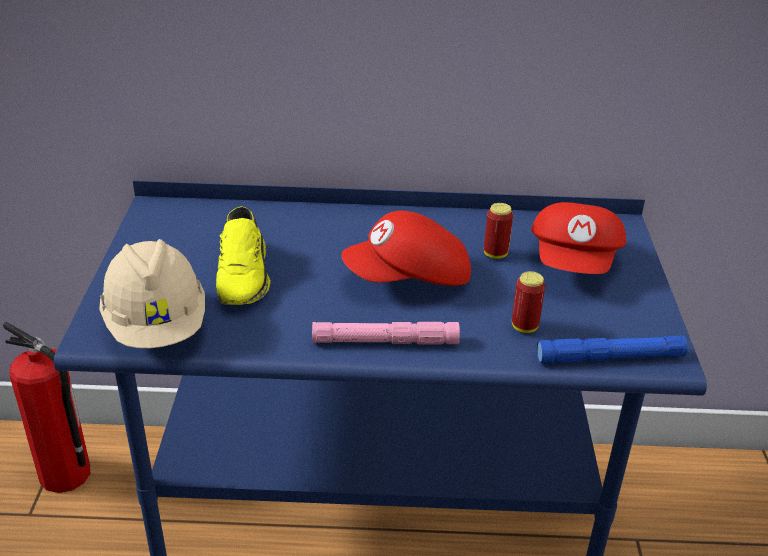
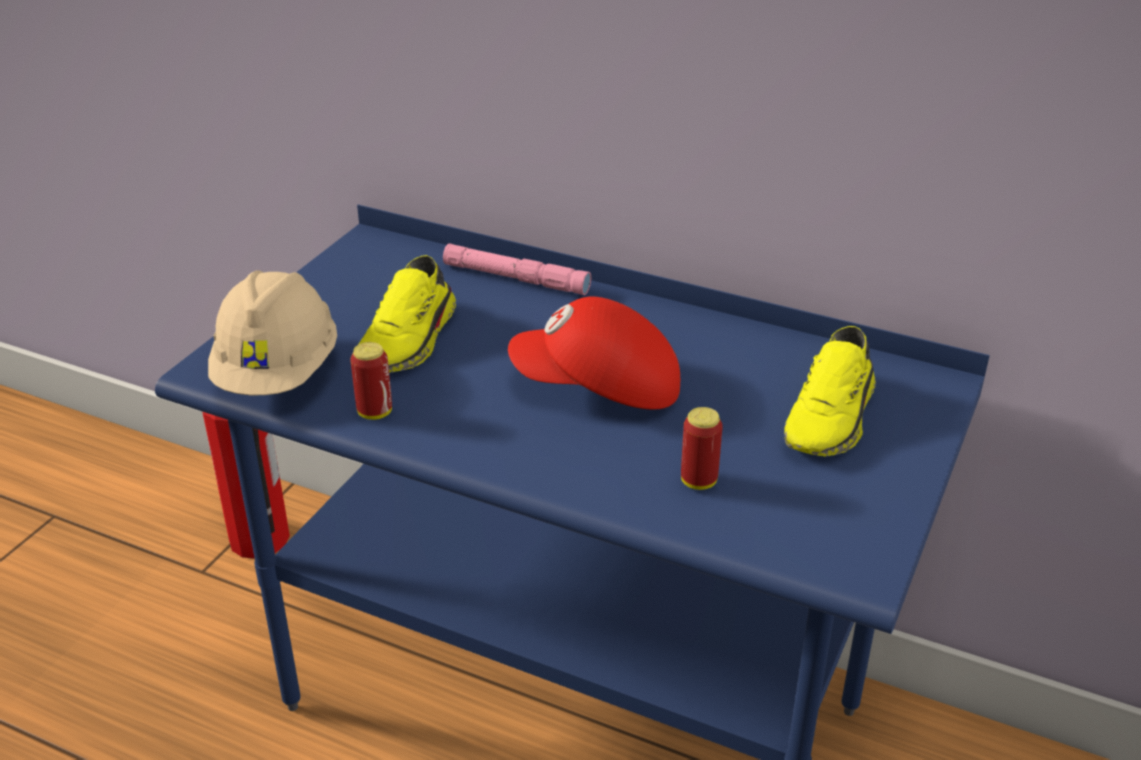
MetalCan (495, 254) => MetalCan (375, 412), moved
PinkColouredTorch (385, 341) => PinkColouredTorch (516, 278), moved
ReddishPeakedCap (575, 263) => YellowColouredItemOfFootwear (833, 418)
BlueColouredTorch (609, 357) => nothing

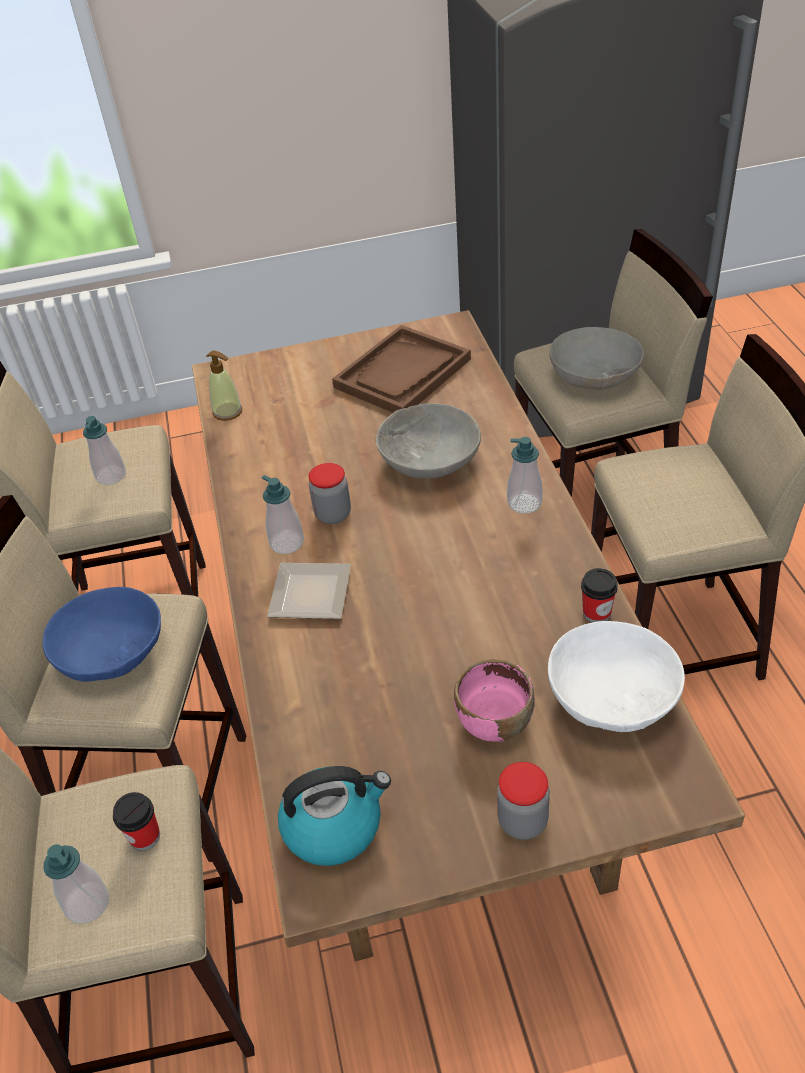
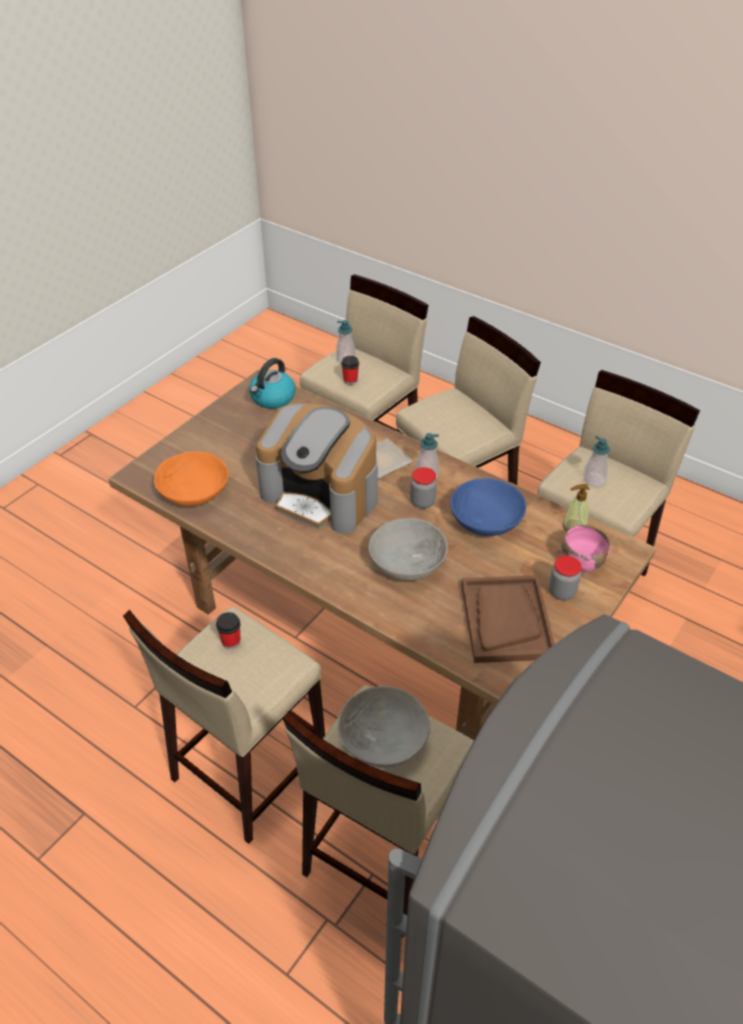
WhitishBowl (613, 696) => OrangeBowl (193, 492)
SmallCup (596, 613) => SmallCup (231, 641), moved
nothing => CoffeeMaker (322, 495)
BlueColouredBowl (112, 652) => BlueColouredBowl (486, 521), moved
StorageJar (522, 821) => StorageJar (561, 592), moved
PinkColouredBowl (494, 721) => PinkColouredBowl (582, 561), moved
SoapDispenser (524, 503) => nothing

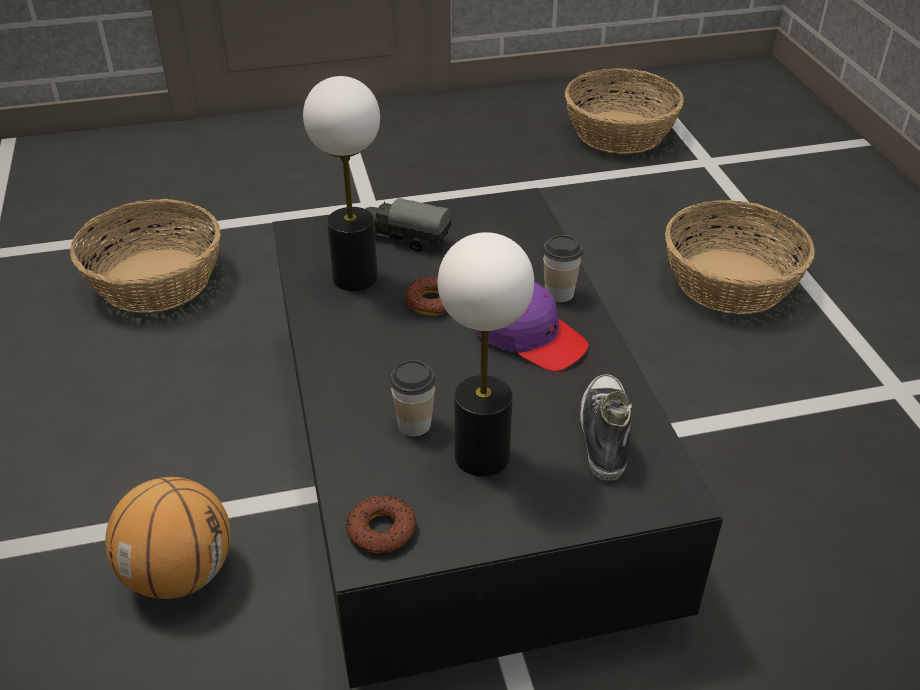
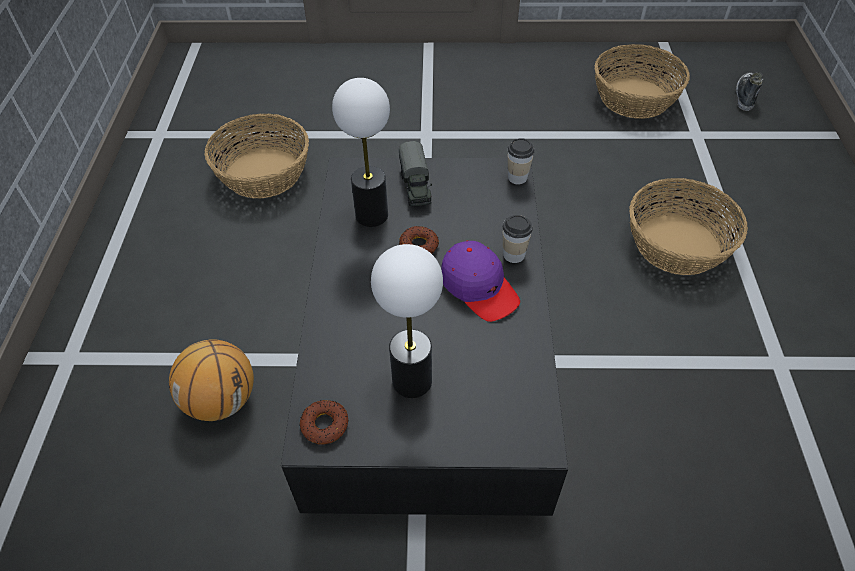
ToyLorry (402, 238) => ToyLorry (416, 187), 135 degrees counterclockwise
SmallCup (414, 424) => SmallCup (517, 177), moved
ItemOfFootwear (604, 434) => ItemOfFootwear (745, 96), moved

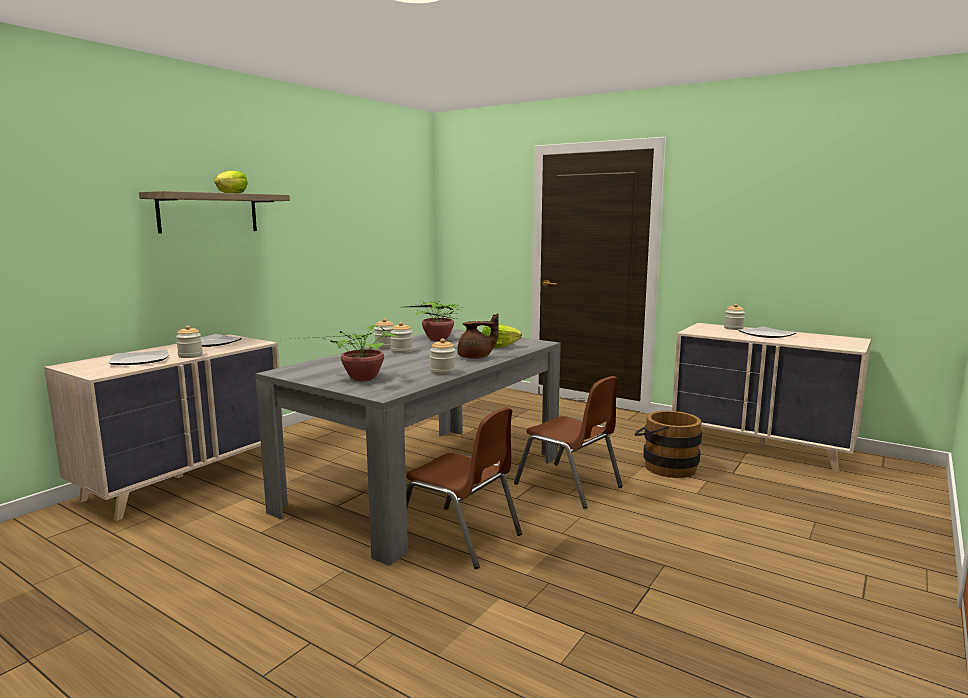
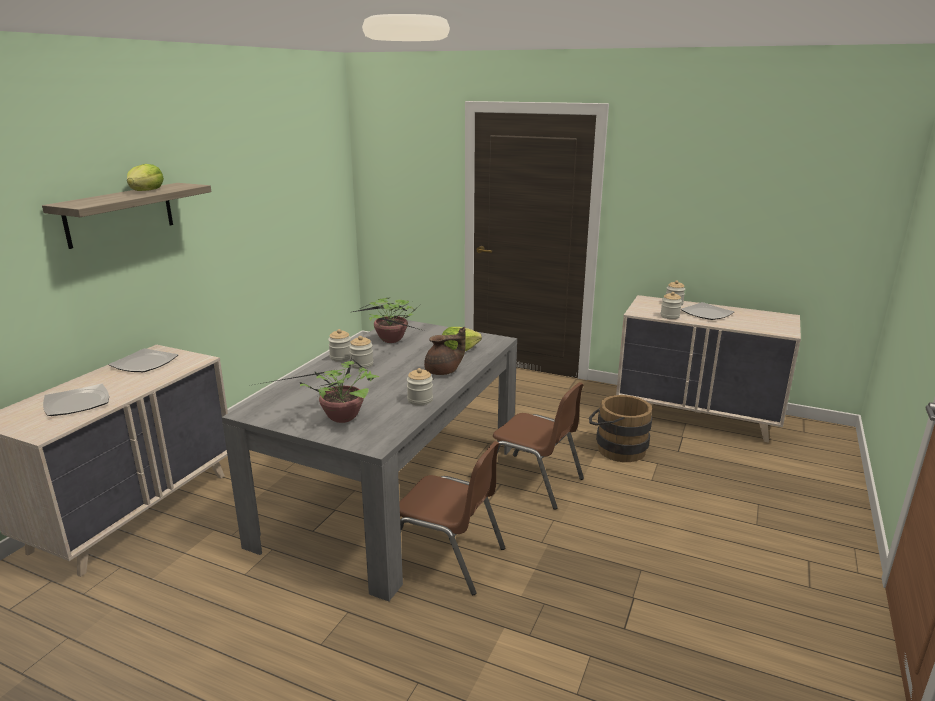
StorageJar (190, 356) => StorageJar (669, 316), moved

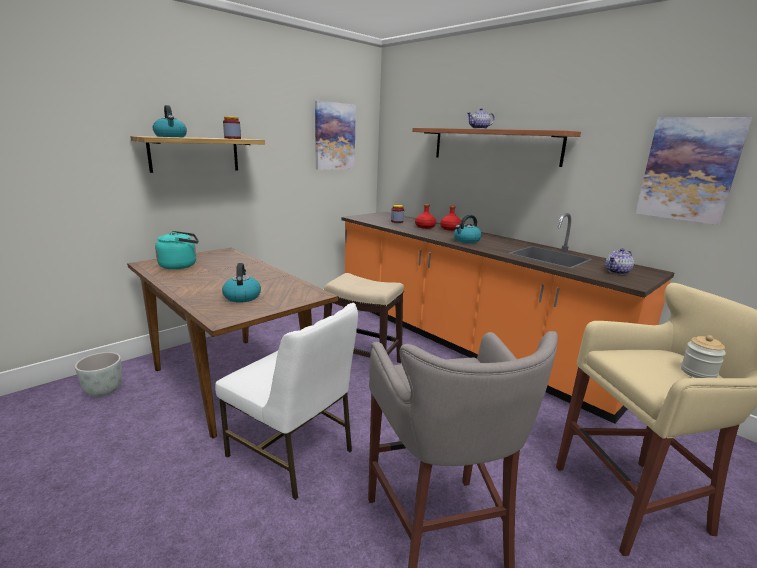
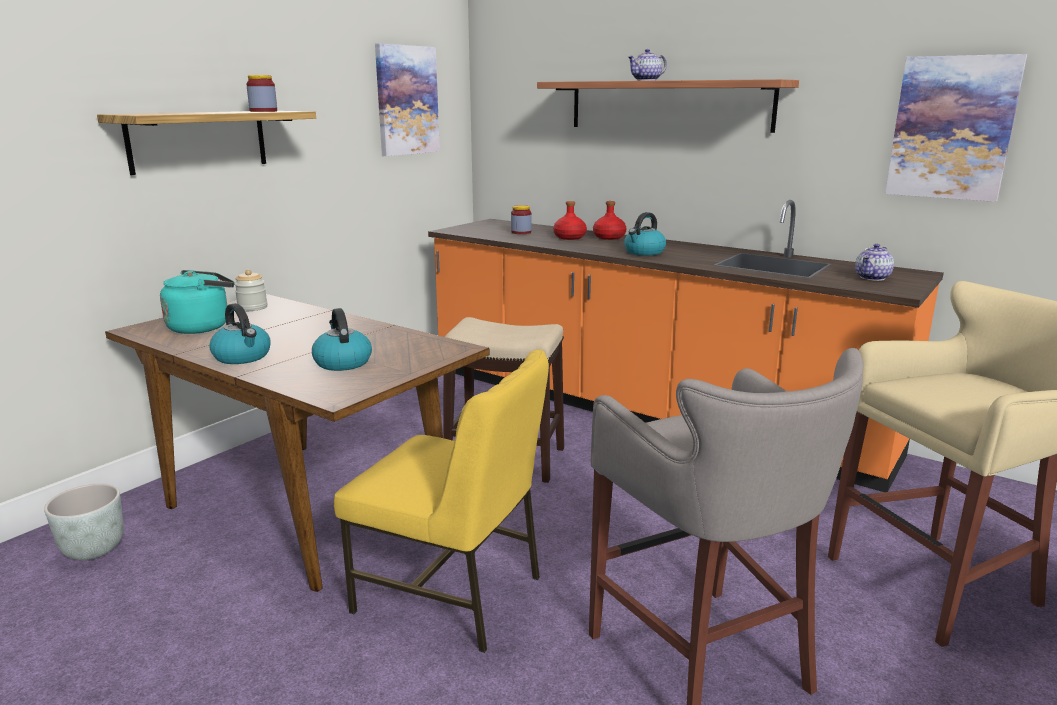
TeaKettle (171, 136) => TeaKettle (243, 357), moved
StorageJar (698, 373) => StorageJar (252, 308), moved
WhitishChair (292, 453) => YellowColouredChair (452, 593)

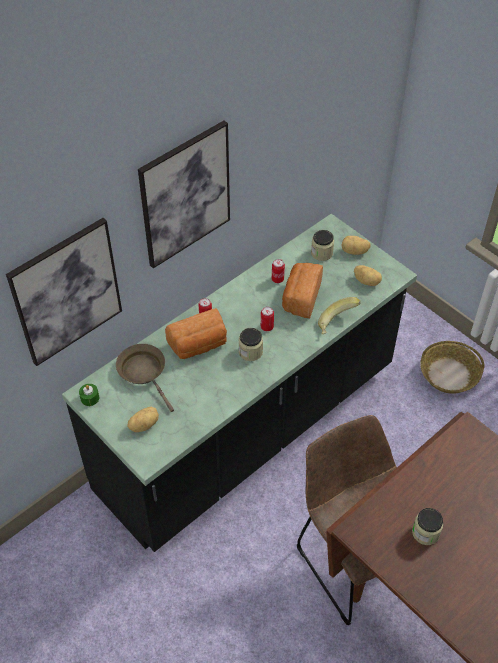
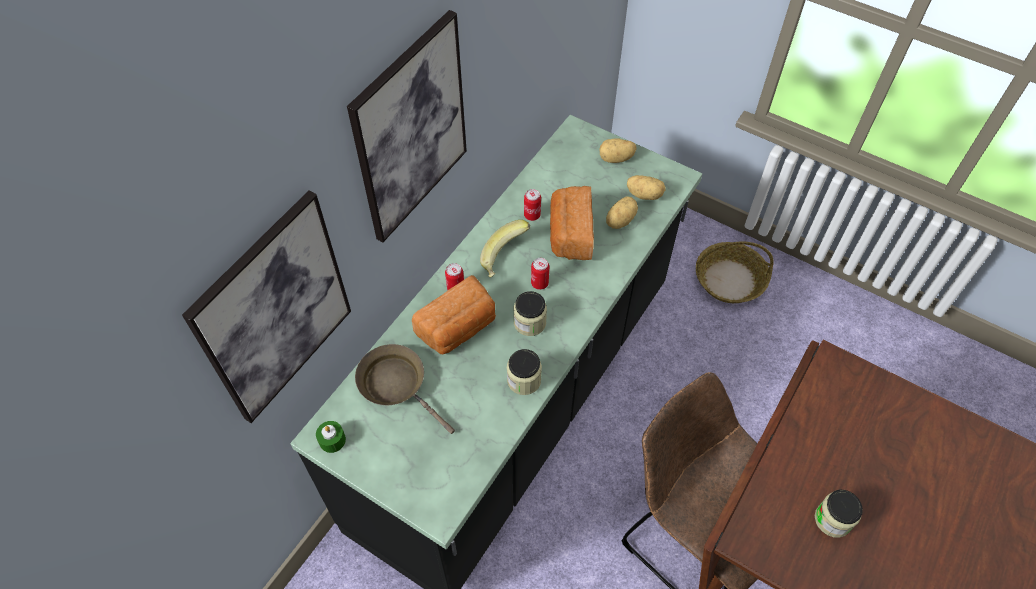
Banana (337, 324) => Banana (505, 259), moved
StorageJar (321, 253) => StorageJar (524, 380), moved
WholePotato (143, 424) => WholePotato (619, 220), moved

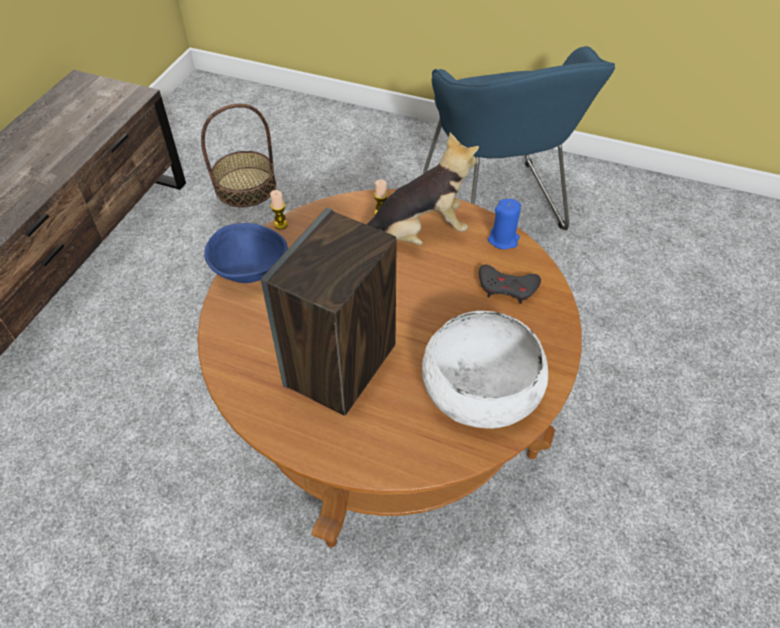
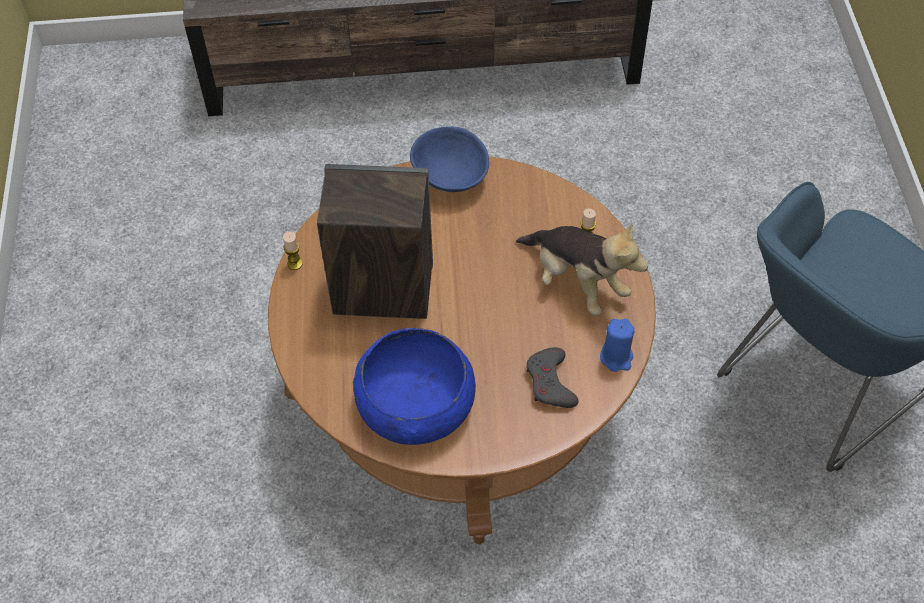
WaxLight (281, 224) => WaxLight (295, 264), moved
WhitishBowl (481, 387) => BlueColouredBowl (415, 402)
StorageBasket (245, 186) => nothing

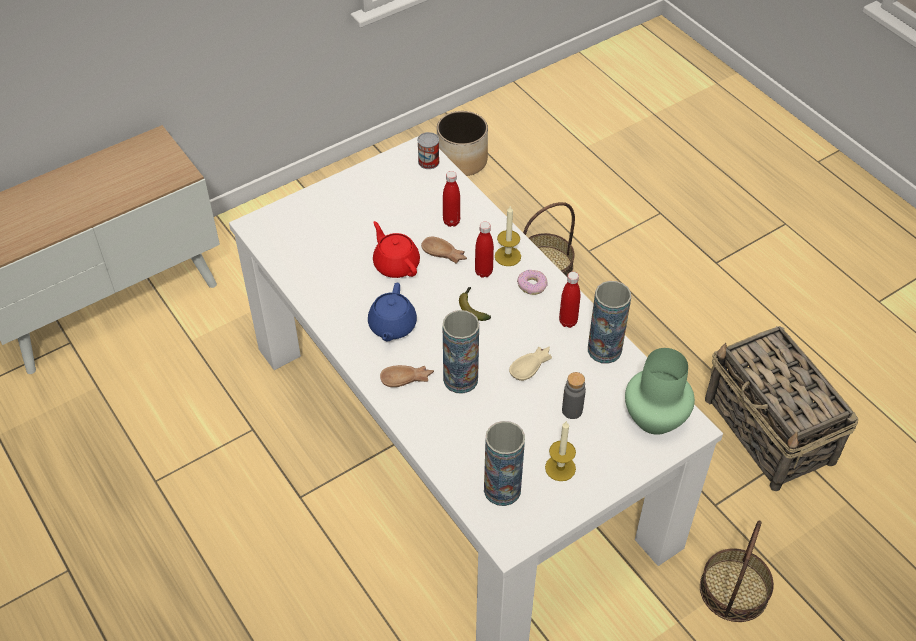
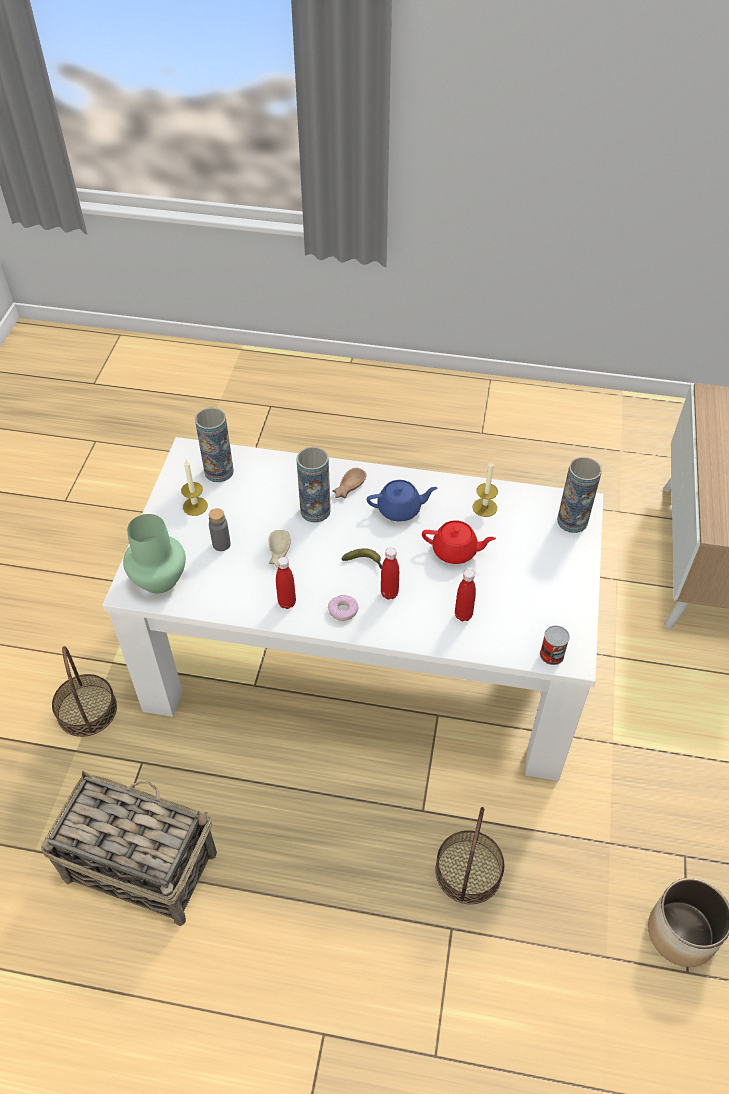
BlueColouredPotForTea (392, 326) => BlueColouredPotForTea (400, 509), 120 degrees clockwise
WaxLight (507, 256) => WaxLight (484, 507), moved
Vase (604, 350) => Vase (572, 521), moved
BrownBowl (444, 255) => nothing

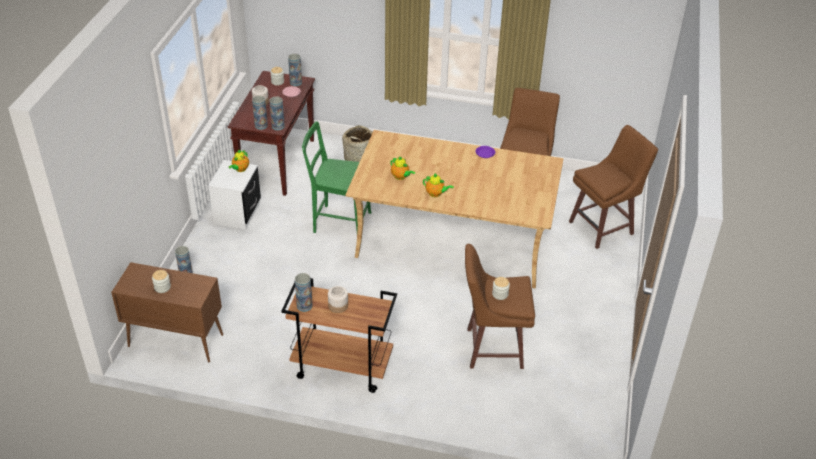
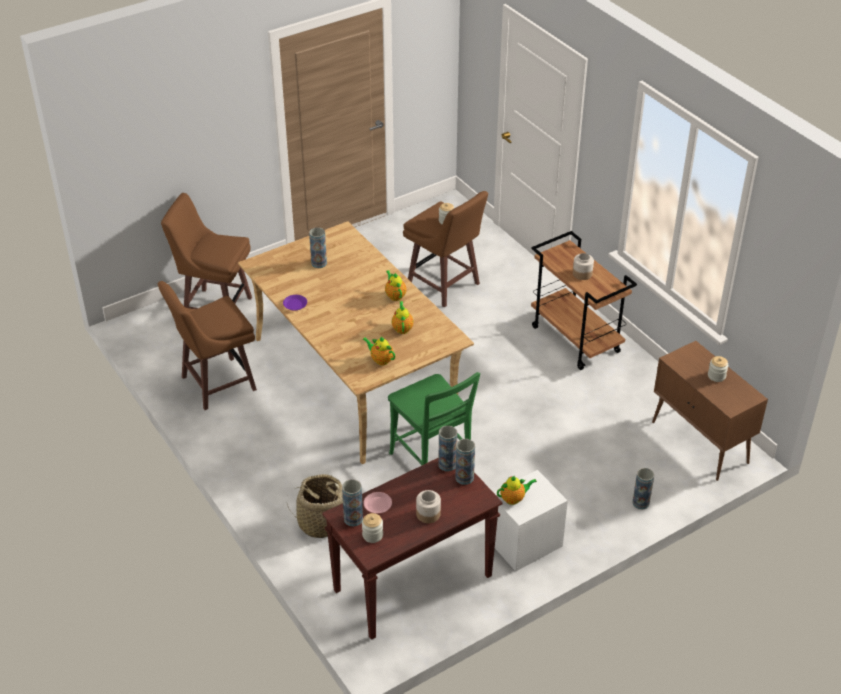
Vase (304, 306) => Vase (319, 263), moved
nothing => PotForTea (380, 360)

